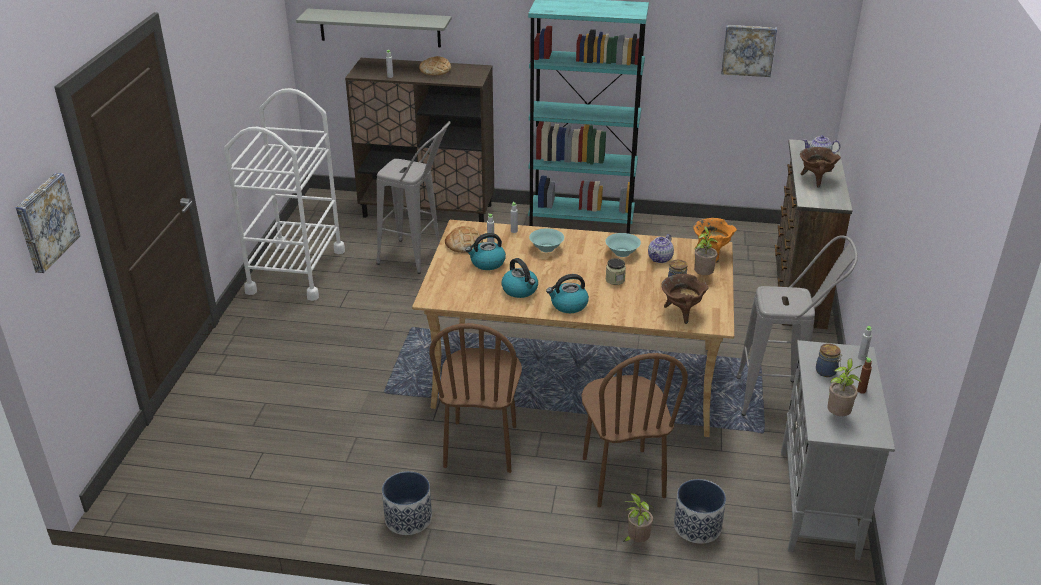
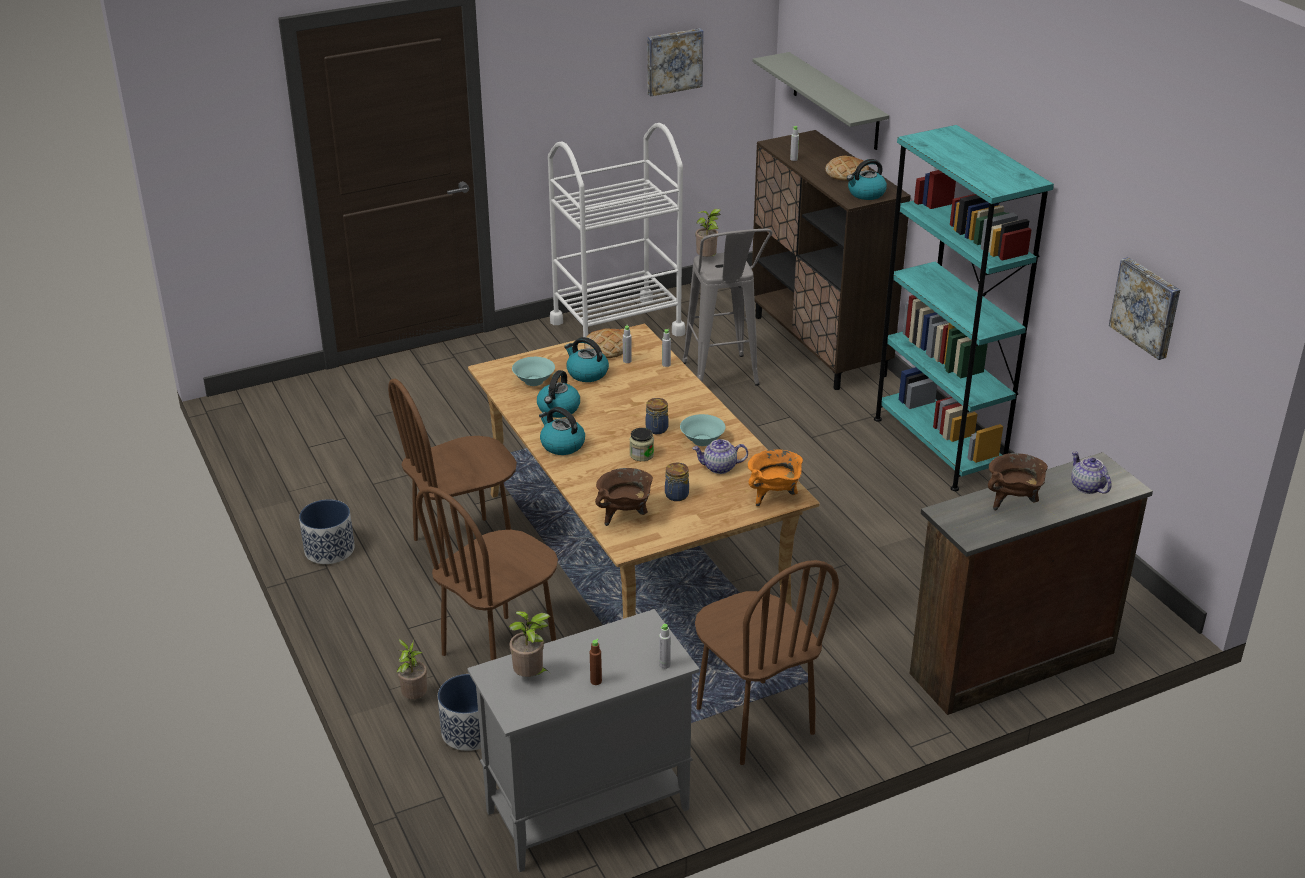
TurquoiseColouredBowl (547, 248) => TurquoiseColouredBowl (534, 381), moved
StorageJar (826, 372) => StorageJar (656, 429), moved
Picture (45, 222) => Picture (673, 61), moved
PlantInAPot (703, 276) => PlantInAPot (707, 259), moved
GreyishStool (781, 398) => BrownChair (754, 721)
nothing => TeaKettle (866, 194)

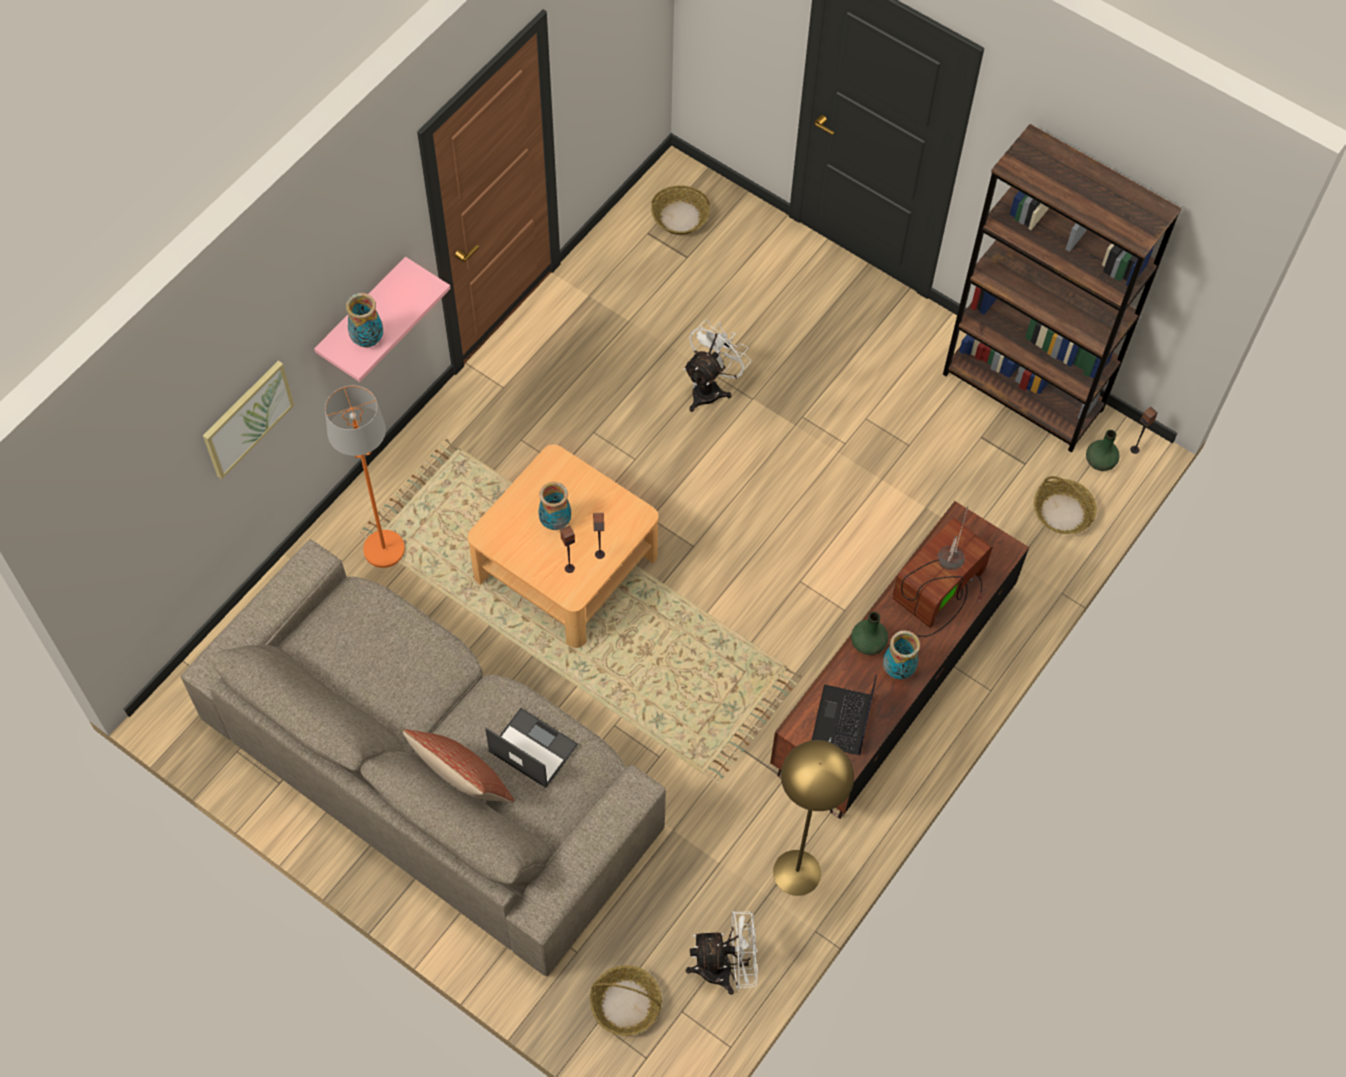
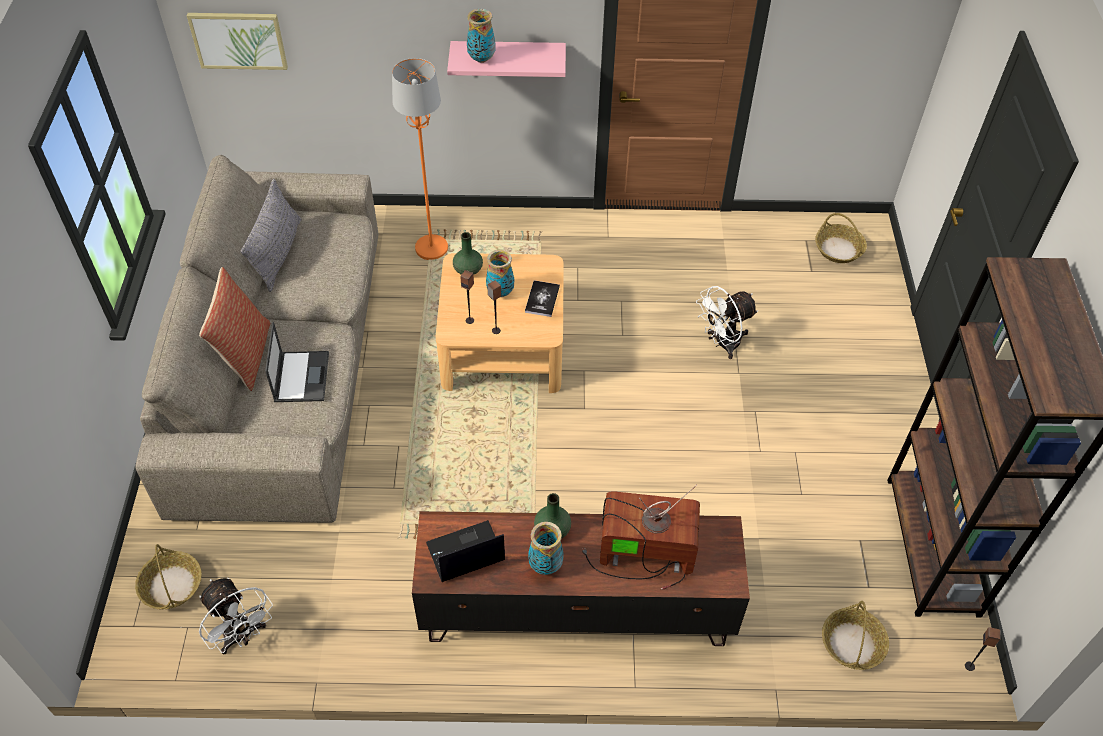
Picture (247, 418) => Picture (238, 40), moved
nothing => GreyishCushion (278, 254)
GreenishVase (1100, 461) => GreenishVase (467, 269), moved
nothing => Book (542, 299)
WhitishFan (710, 388) => WhitishFan (722, 344), 150 degrees clockwise
YellowColouredFloorLamp (796, 873) => nothing

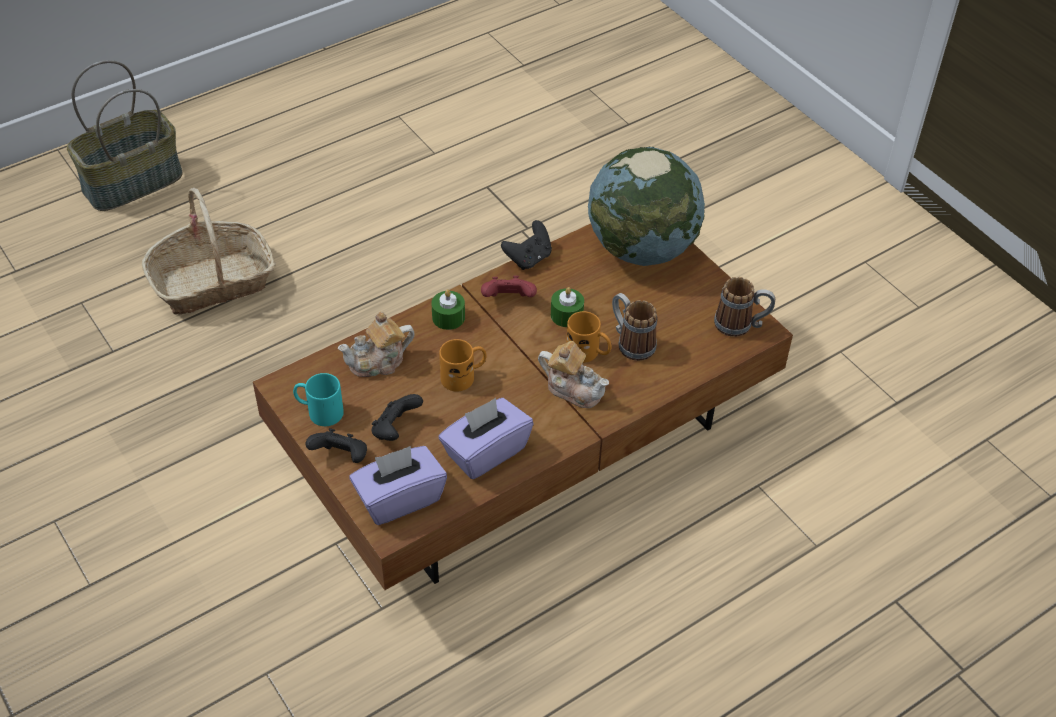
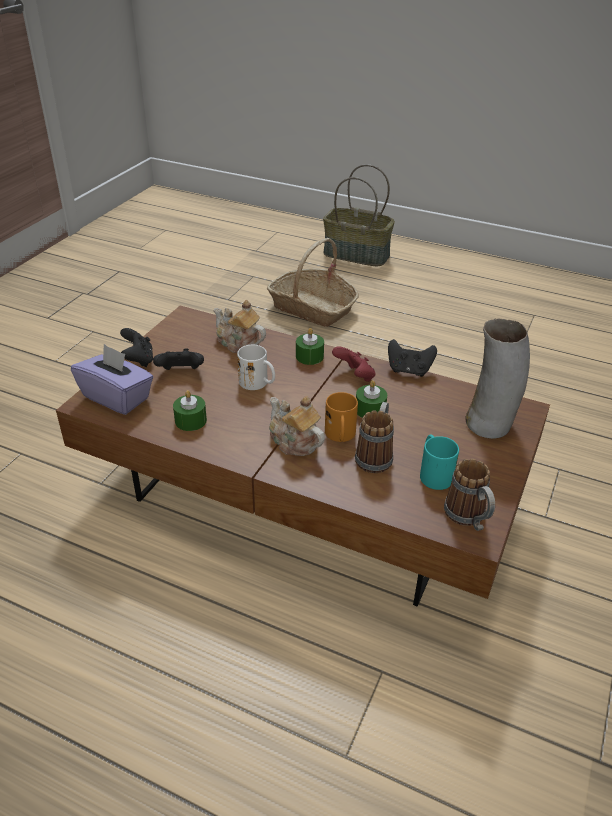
PurpleTissueBox (485, 452) => GreenishWaxLight (190, 420)
OrangeTeaMug (464, 376) => WhitishTeaMug (258, 383)
PotForTea (573, 388) => PotForTea (294, 442), 135 degrees clockwise
TurquoiseColouredTeaMug (319, 412) => TurquoiseColouredTeaMug (433, 473), moved
DeskGlobe (641, 249) => Vase (489, 423)

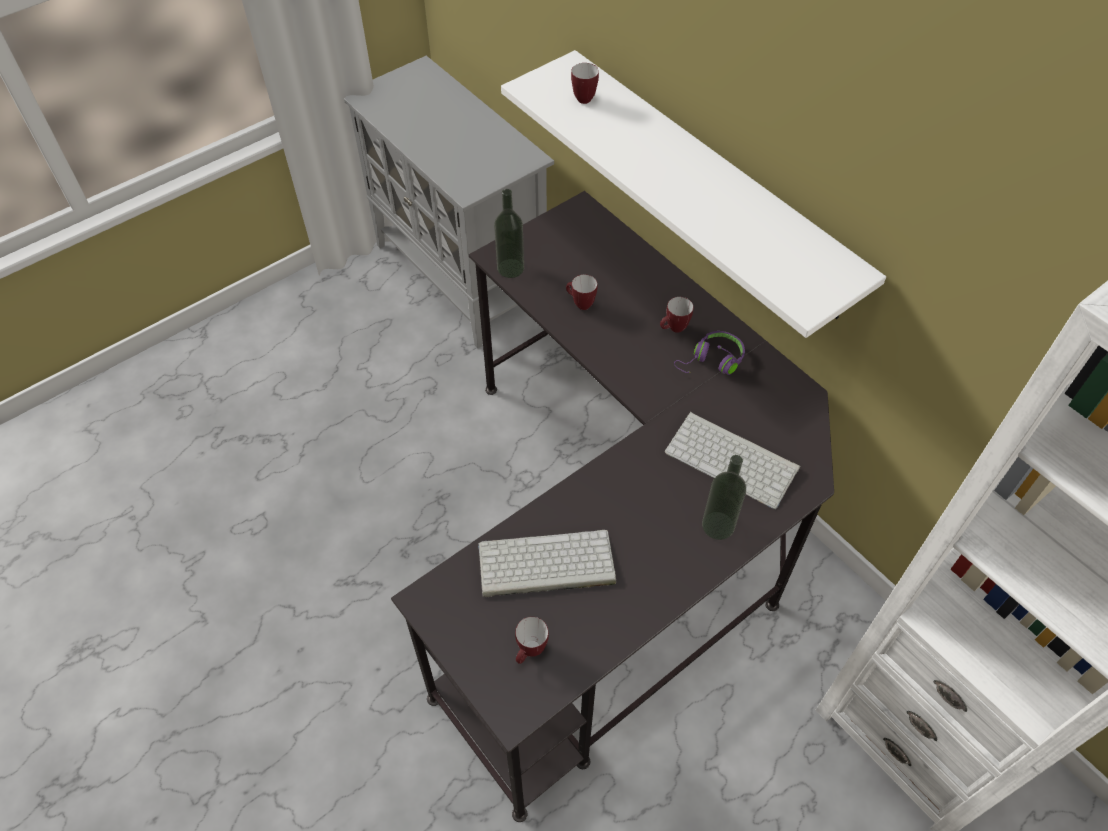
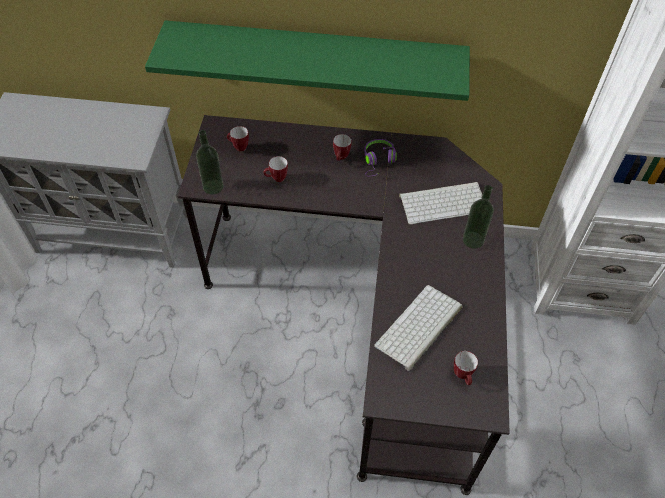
WhitishWallShelf (709, 183) => GreenishWallShelf (315, 56)
TeaMug (582, 97) => TeaMug (238, 147), moved

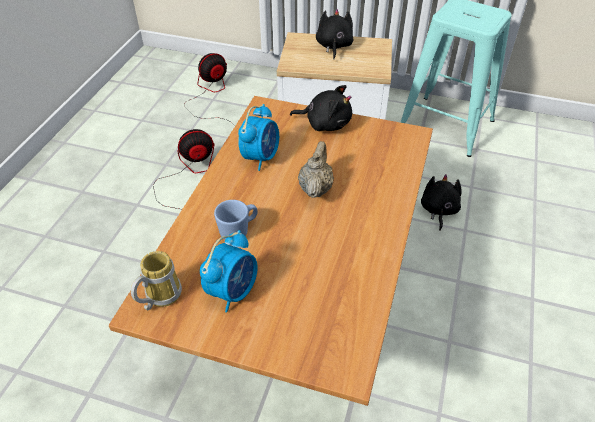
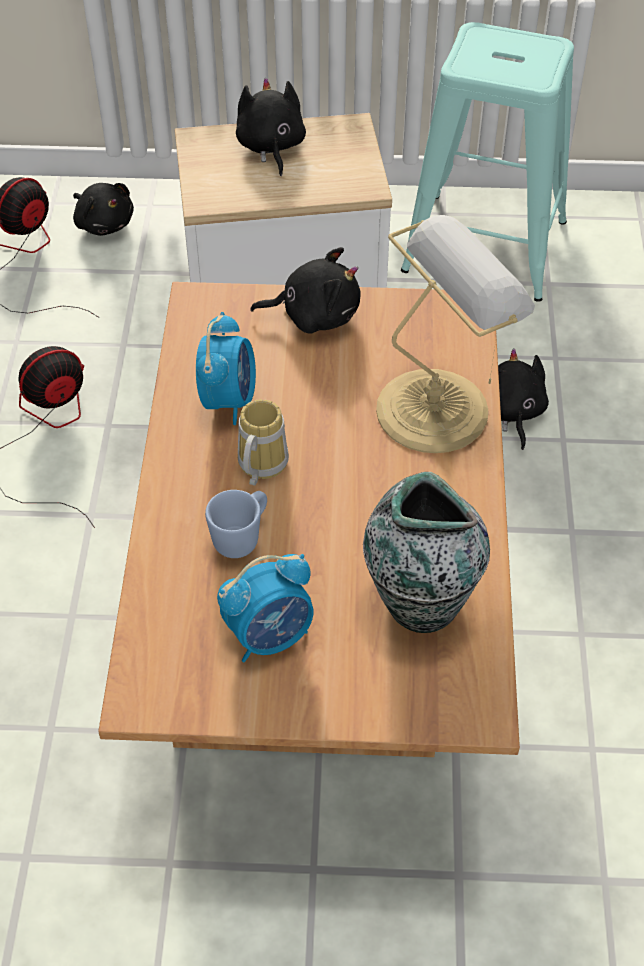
nothing => BlackishCuddlyToy (104, 223)
TableClock (233, 291) => TableClock (270, 635), 45 degrees clockwise
TeaMug (159, 296) => TeaMug (258, 466), moved
nothing => Vase (419, 602)
nothing => TableLamp (437, 407)
SandColouredPotForTea (315, 188) => nothing

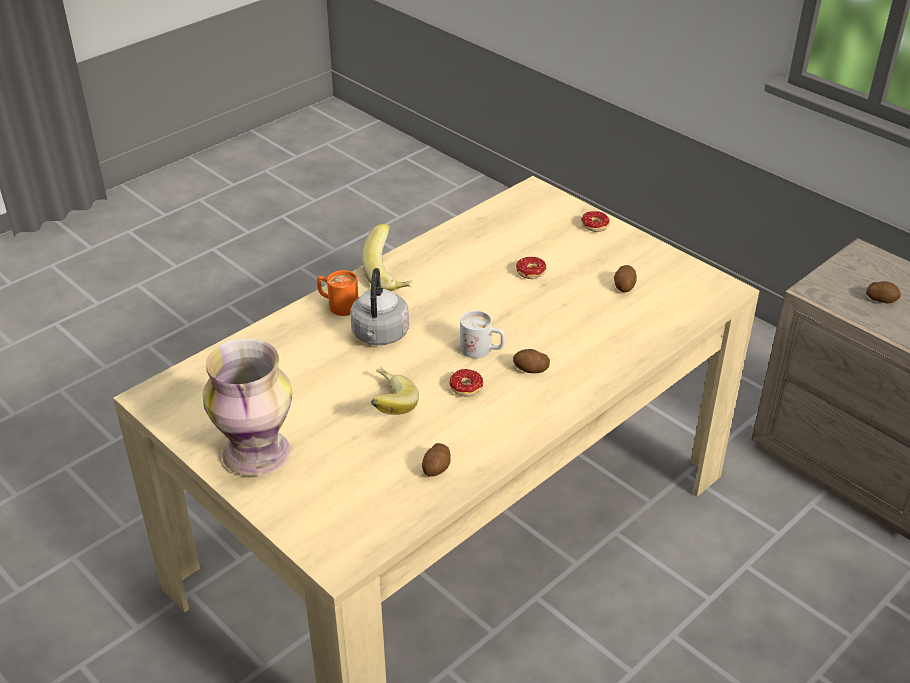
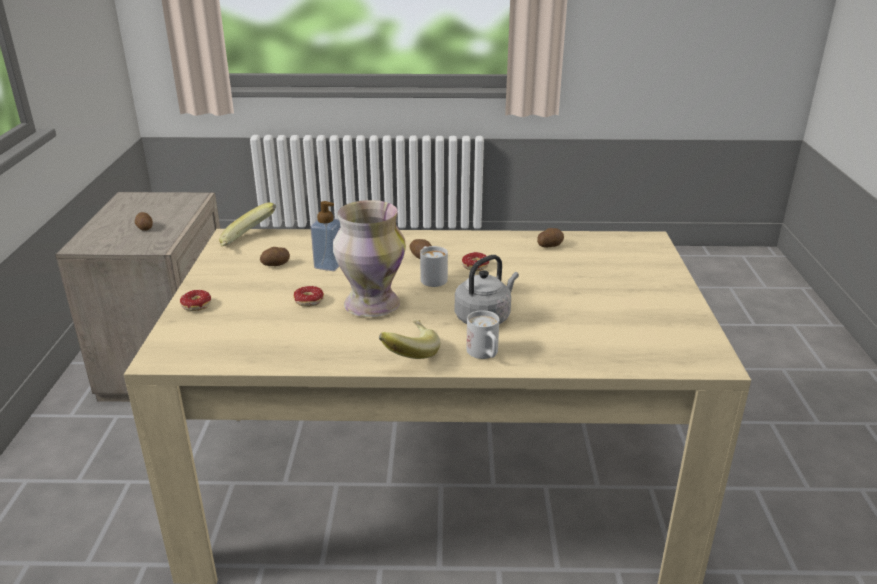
Banana (386, 406) => Banana (248, 242), moved
nothing => SoapDispenser (329, 265)
Vase (258, 453) => Vase (370, 305), moved
OrangeTeaMug (338, 305) => WhitishTeaMug (485, 354)

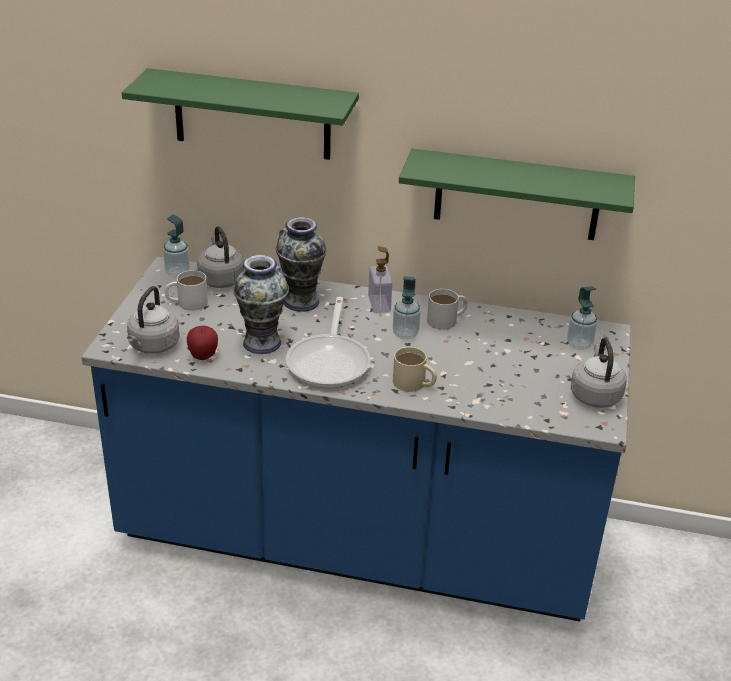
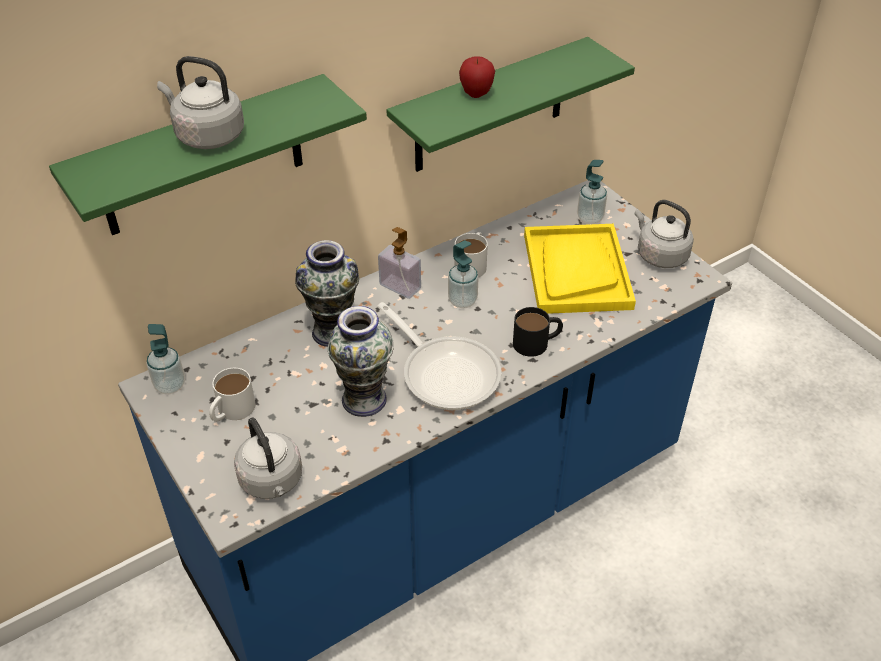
GreyishTeaKettle (220, 279) => GreyishTeaKettle (207, 135), moved
WholeApple (203, 357) => WholeApple (476, 94), moved
SandColouredTeaMug (414, 384) => BlackishTeaMug (537, 342)
nothing => YellowColouredServingTray (576, 271)

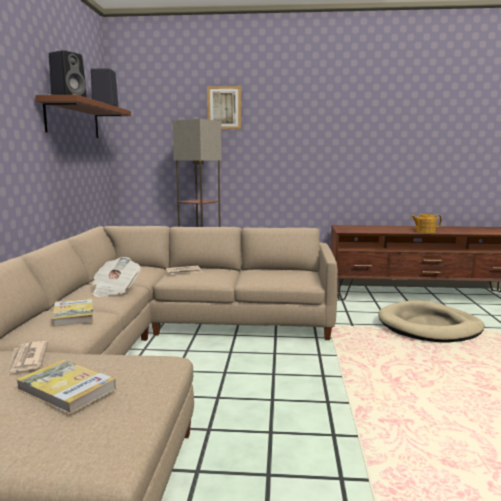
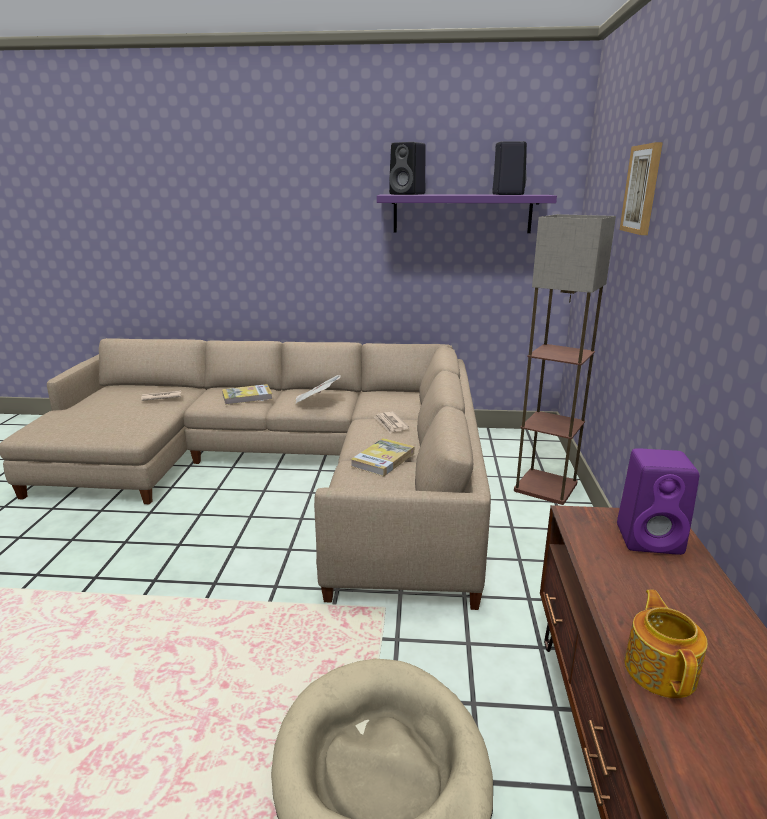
Book (66, 389) => Book (383, 459), moved
BrownWallShelf (73, 120) => PurpleWallShelf (462, 213)
nothing => PurpleSpeaker (651, 539)

